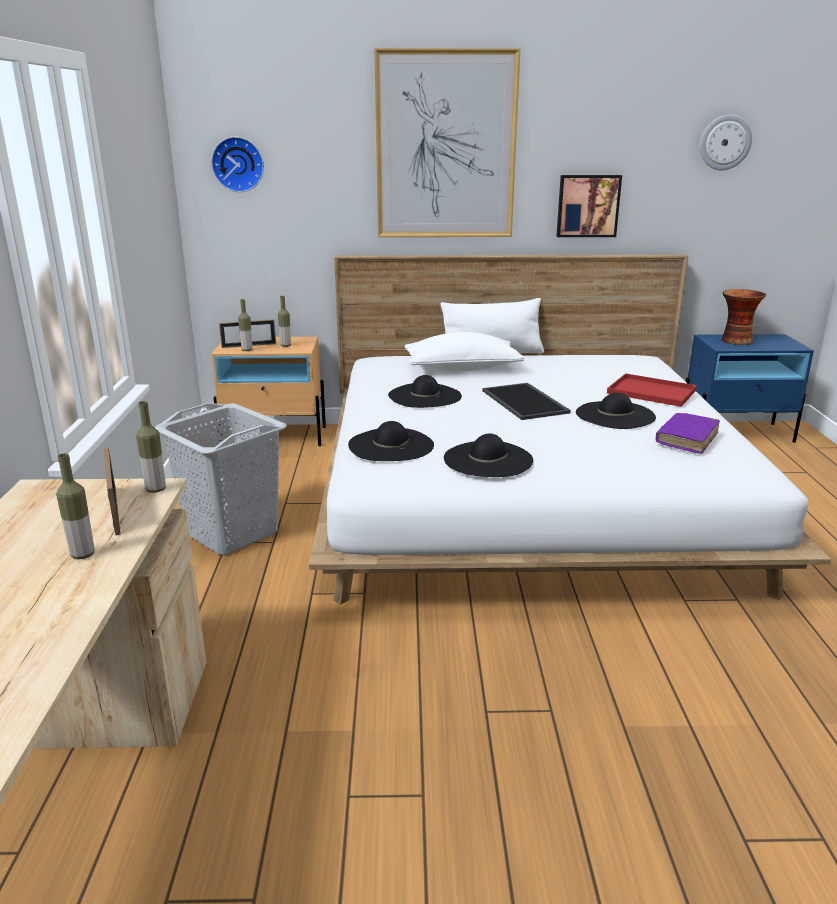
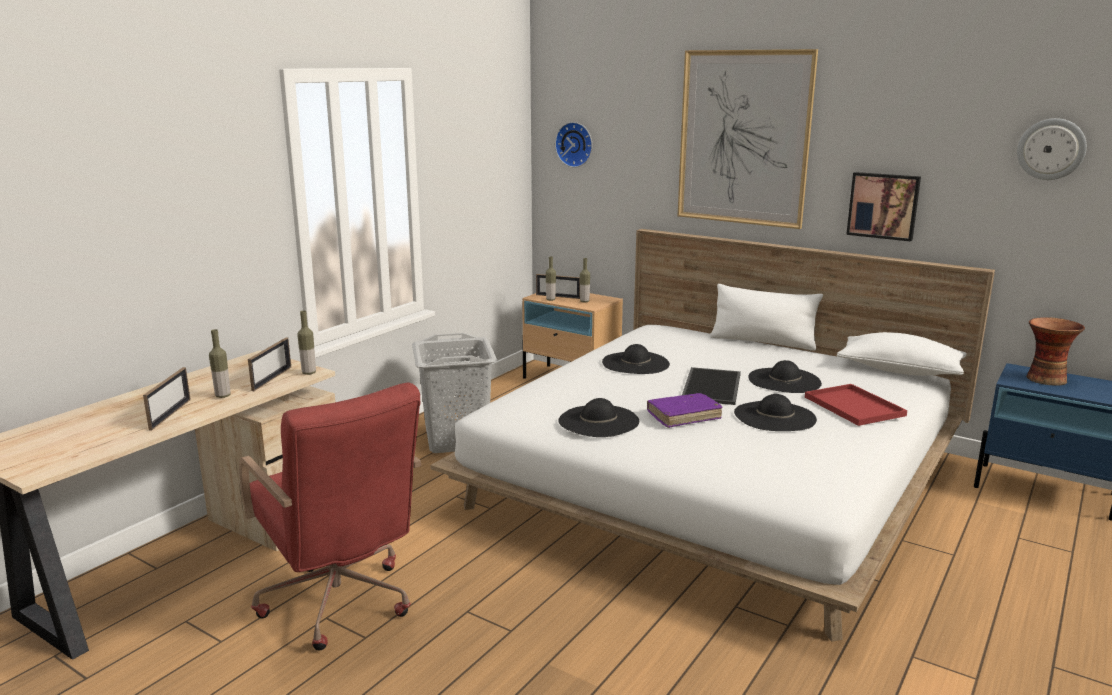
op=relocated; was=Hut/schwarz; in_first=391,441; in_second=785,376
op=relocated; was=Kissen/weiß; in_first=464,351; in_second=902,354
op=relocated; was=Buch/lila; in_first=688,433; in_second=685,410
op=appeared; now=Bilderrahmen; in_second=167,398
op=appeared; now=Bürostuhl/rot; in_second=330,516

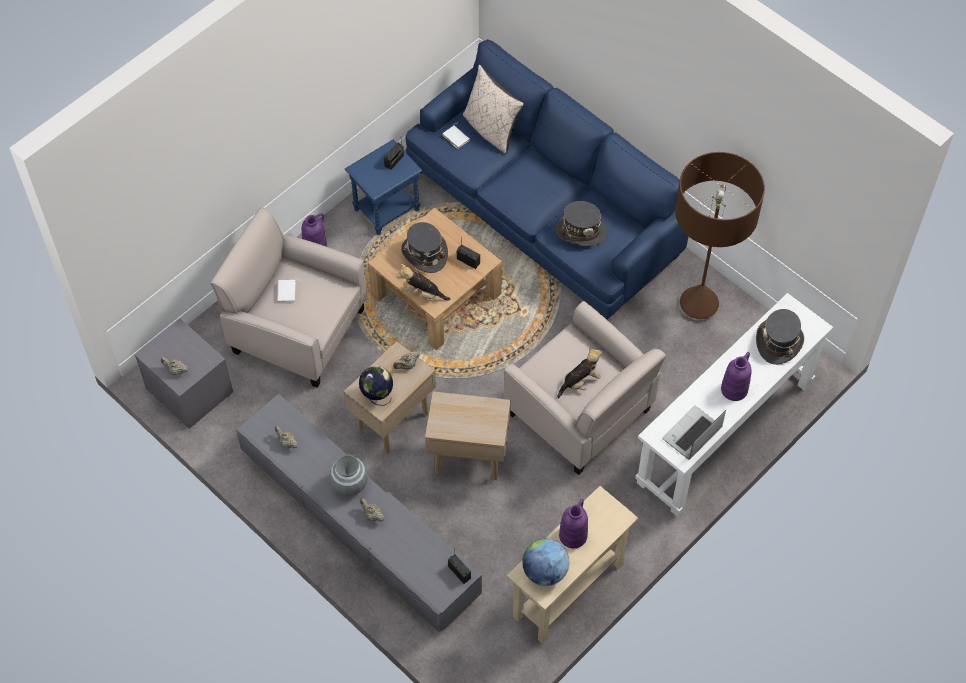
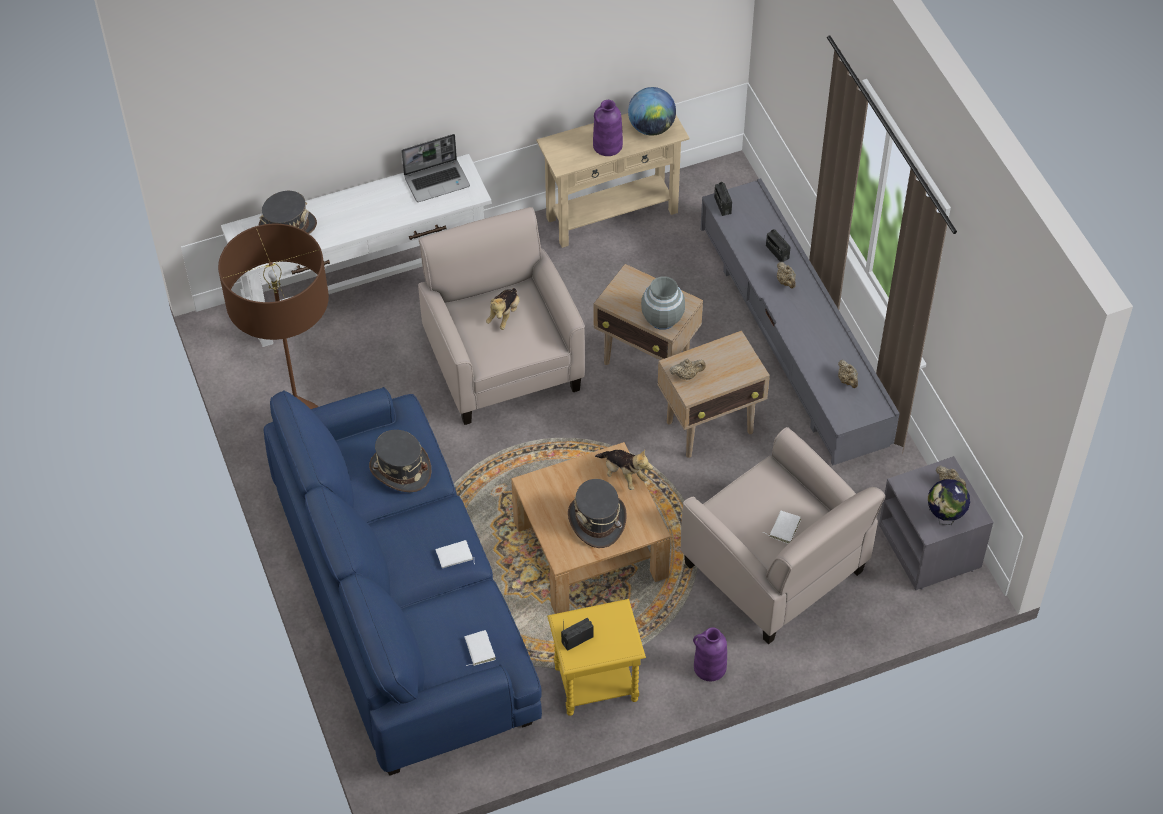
op=relocated; was=Vase/grau; in_first=349,475; in_second=663,302
op=colour; was=Beistelltisch/blau; now=Beistelltisch/gelb; in_first=384,187; in_second=596,657
op=relocated; was=Globus; in_first=376,386; in_second=949,502
op=relocated; was=Radio; in_first=468,252; in_second=778,245
op=missing; was=Kissen/beige; in_first=493,109
op=spun; was=Plüschtier; in_first=579,373; in_second=503,309; clockwise=-60
op=missing; was=Vase/lila; in_first=736,376
op=appeared; now=Buch/weiß; in_second=455,554

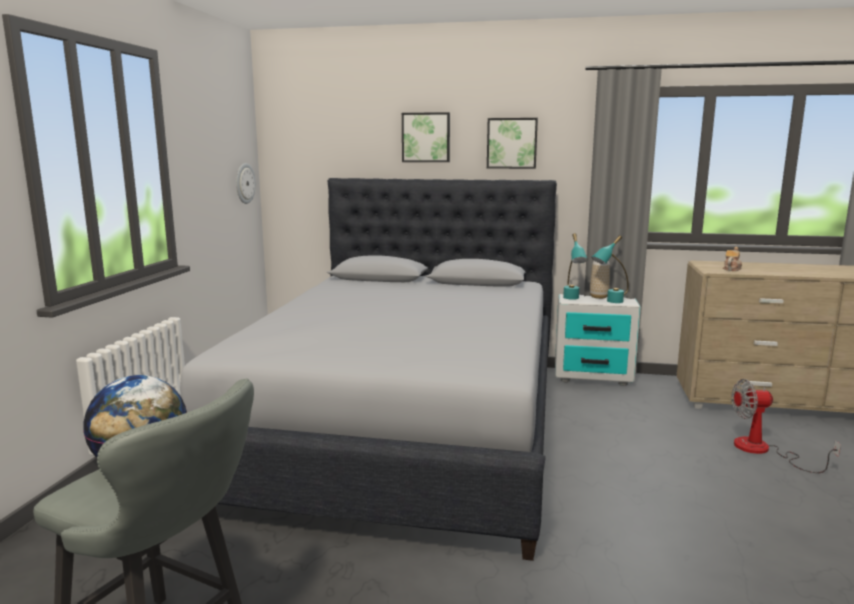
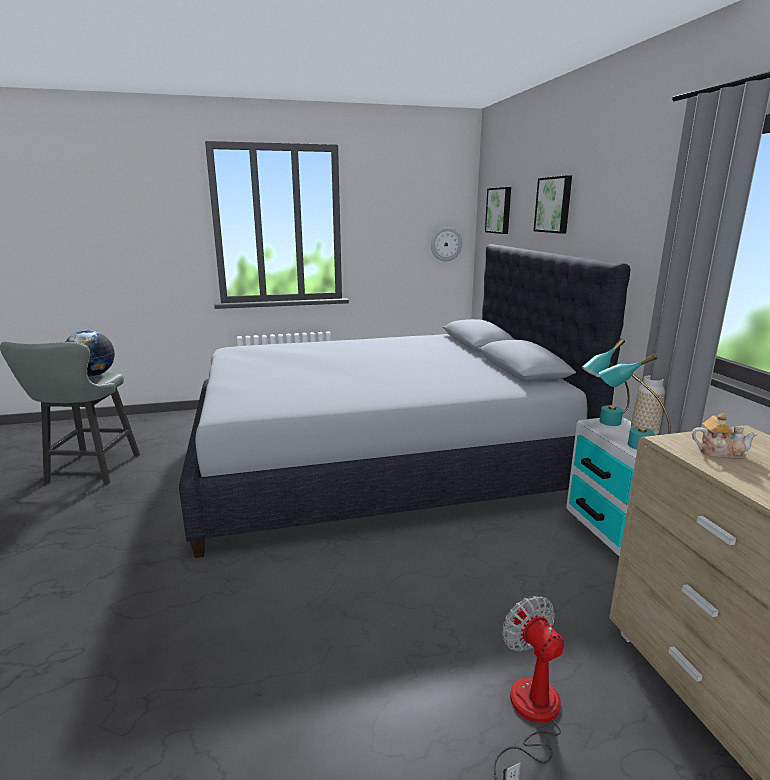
op=relocated; was=Bild; in_first=512,143; in_second=498,210

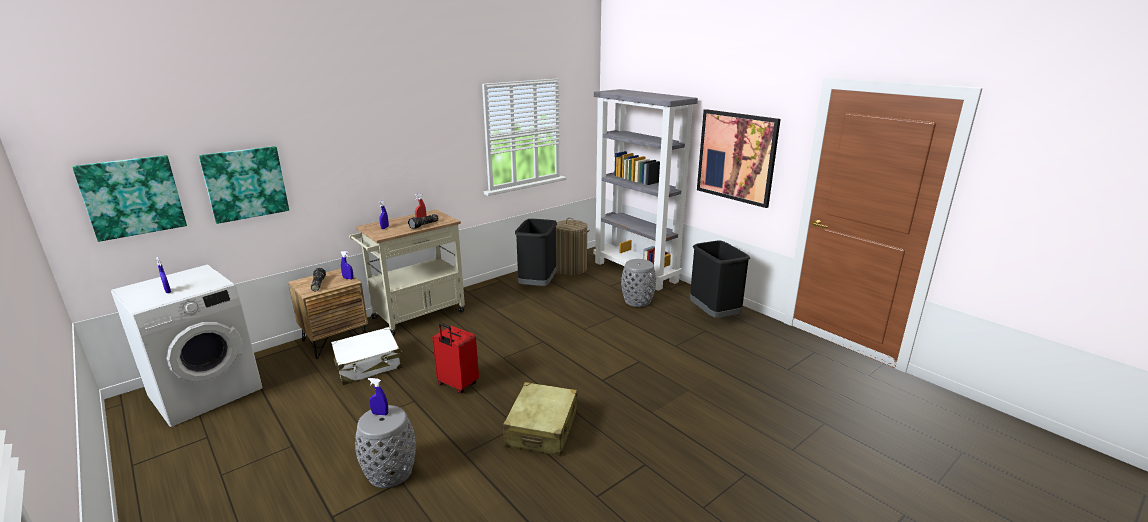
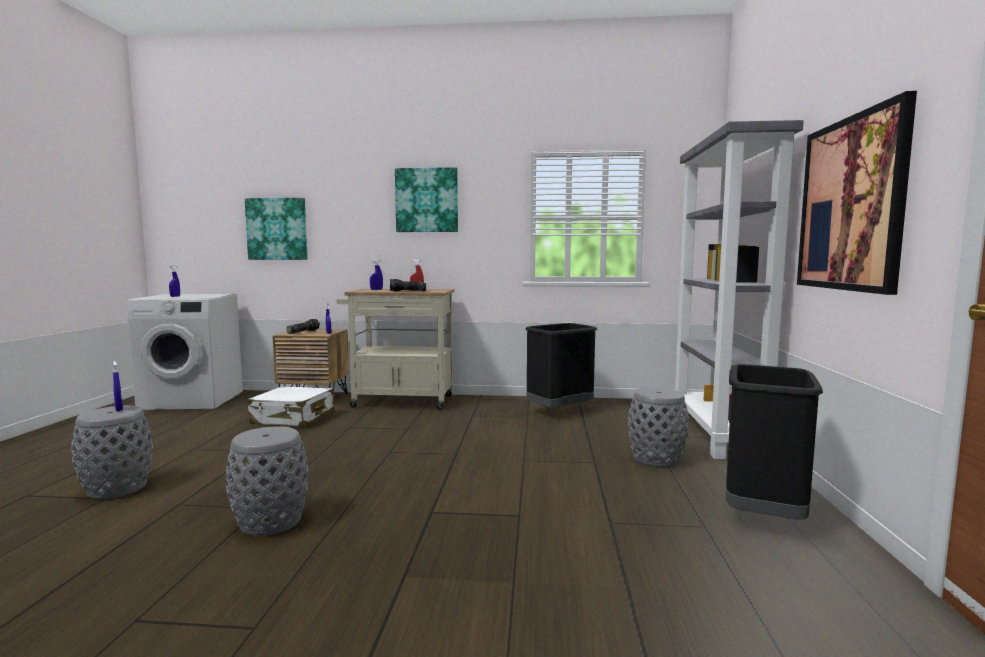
op=relocated; was=Bild; in_first=129,198; in_second=426,199
op=missing; was=Koffer/rot; in_first=455,358
op=exchanged; was=Koffer/beige; now=Hocker/grau; in_first=540,419; in_second=267,481
op=missing; was=Wäschekorb; in_first=573,247

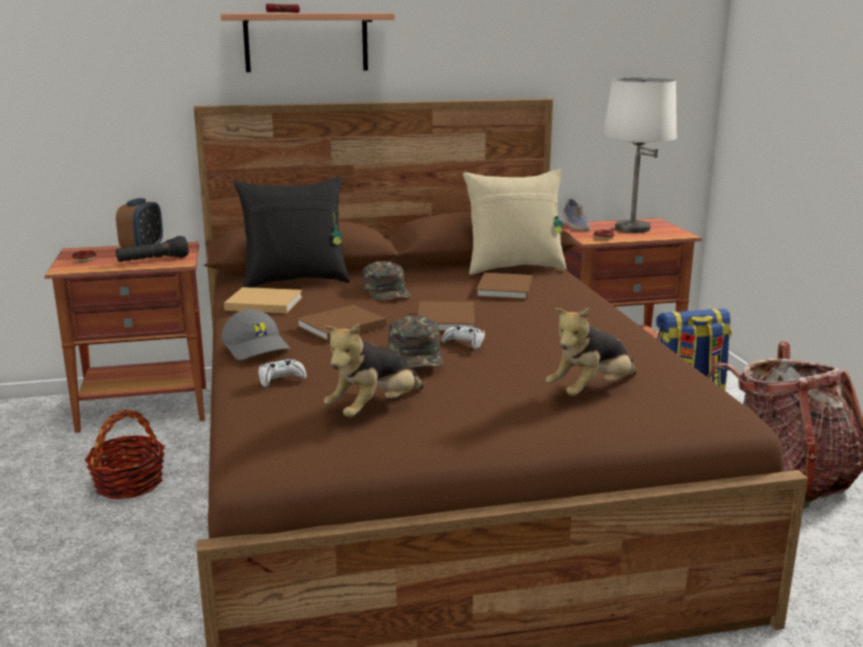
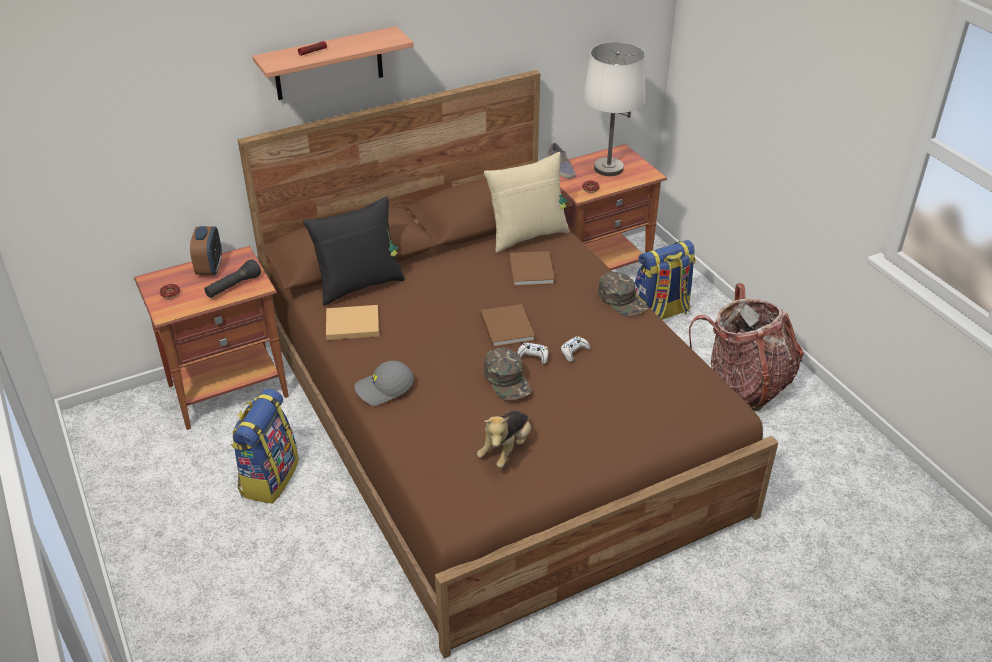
op=exchanged; was=Korb; now=Rucksack; in_first=125,454; in_second=265,446
op=spun; was=Kappe/grau; in_first=256,334; in_second=384,383; clockwise=120
op=relocated; was=Gamepad/weiß; in_first=282,373; in_second=575,349
op=missing; was=Buch/braun; in_first=341,323
op=relocated; was=Kappe/grün; in_first=386,281; in_second=623,294
op=missing; was=Plüschtier; in_first=591,351

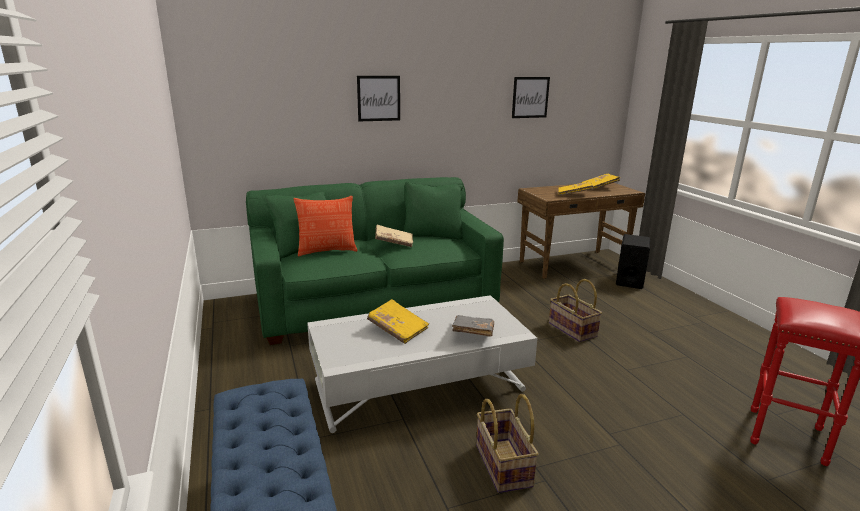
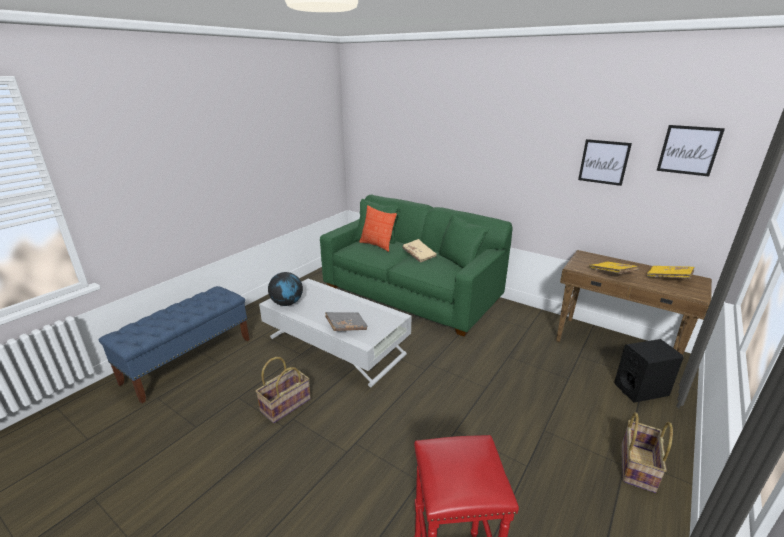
op=relocated; was=Bild; in_first=378,98; in_second=691,151
op=missing; was=Buch/gelb; in_first=398,321
op=relocated; was=Korb; in_first=575,310; in_second=647,452
op=appeared; now=Globus; in_second=285,289

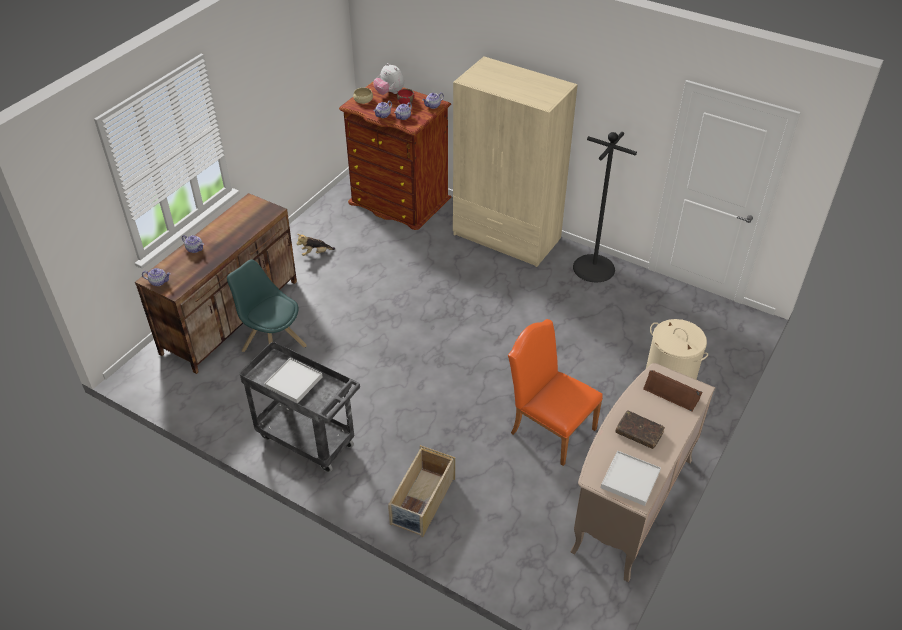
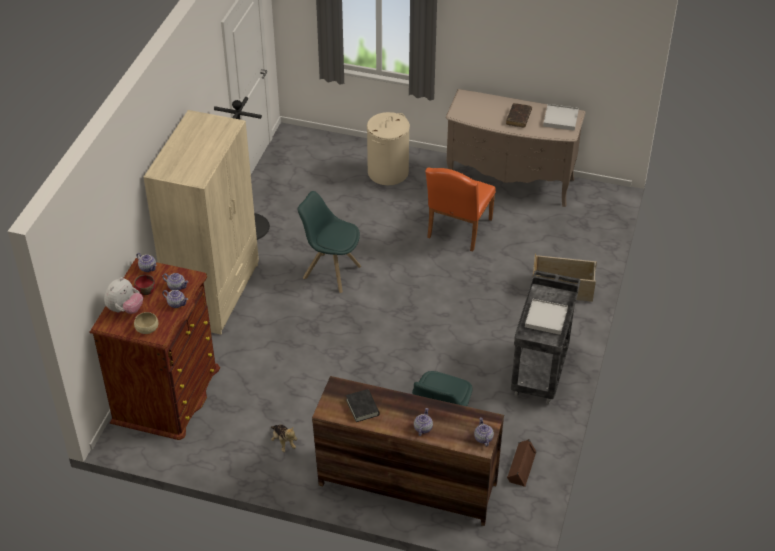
op=relocated; was=Lautsprecher/braun; in_first=672,391; in_second=521,463
op=appeared; now=Stuhl/türkis; in_second=329,242
op=appeared; now=Buch/schwarz; in_second=362,405

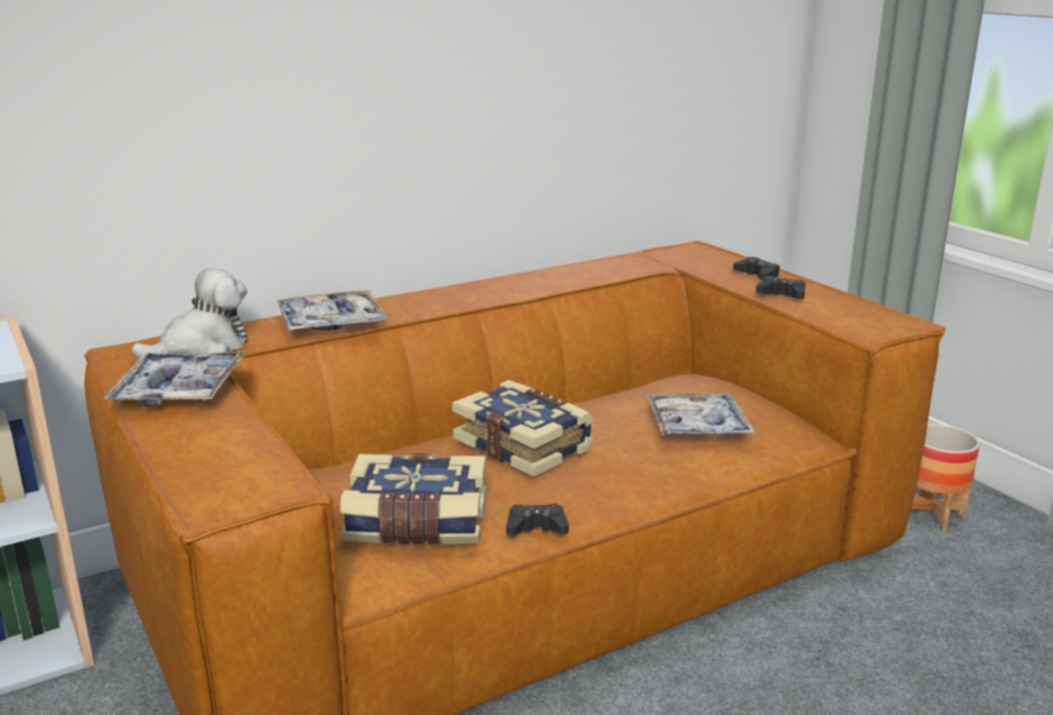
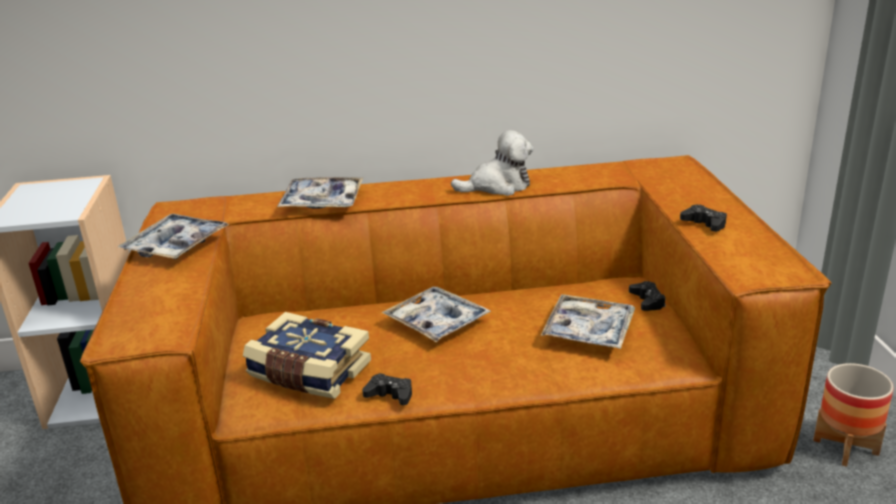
op=relocated; was=Plüschtier; in_first=189,314; in_second=492,163
op=exchanged; was=Buch; now=Tablett; in_first=523,428; in_second=436,314
op=relocated; was=Gamepad/schwarz; in_first=756,268; in_second=647,296

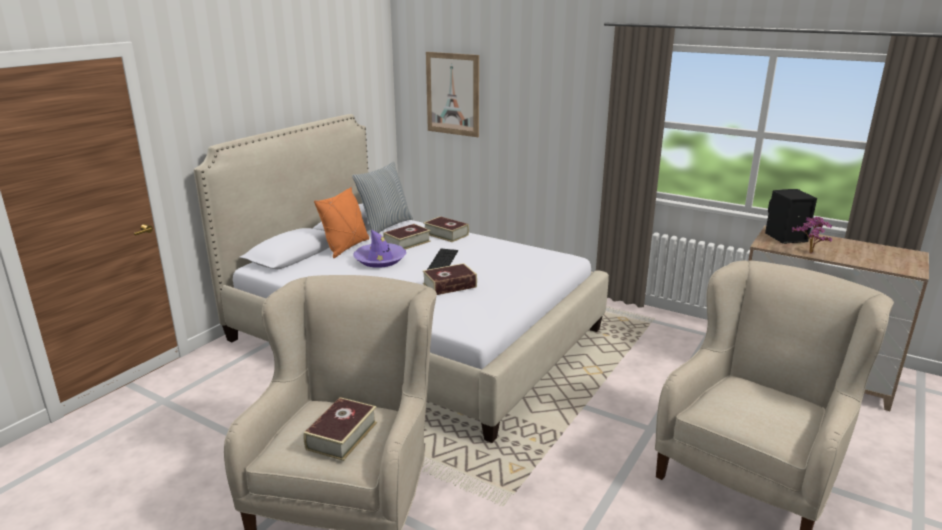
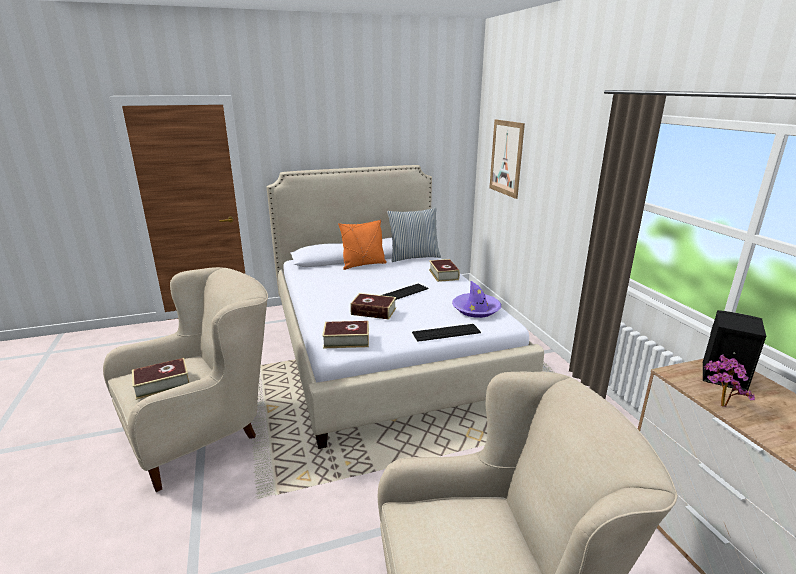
op=relocated; was=Hut/lila; in_first=379,249; in_second=476,299
op=relocated; was=Buch; in_first=407,237; in_second=345,334
op=appeared; now=Tastatur; in_second=446,333

